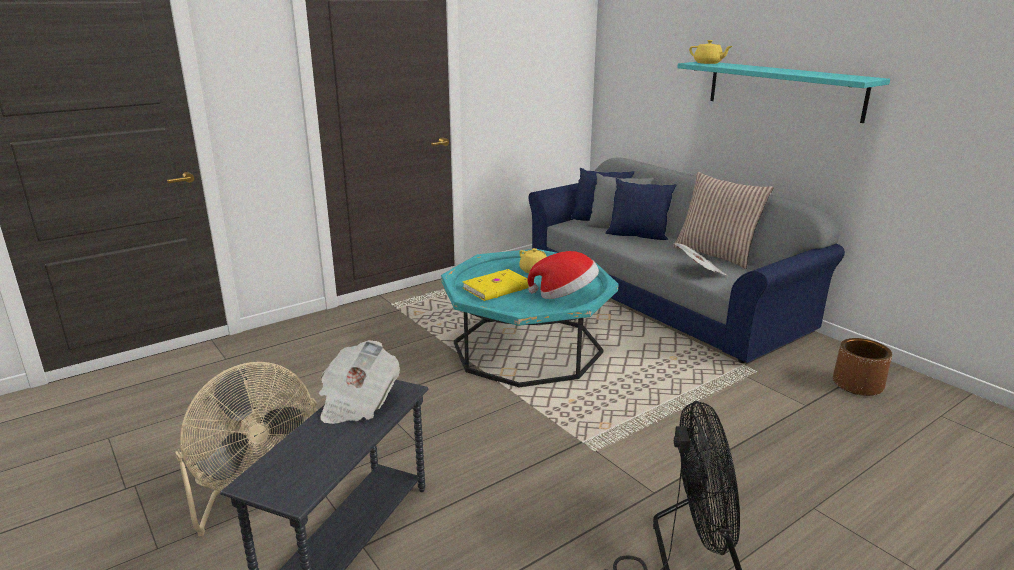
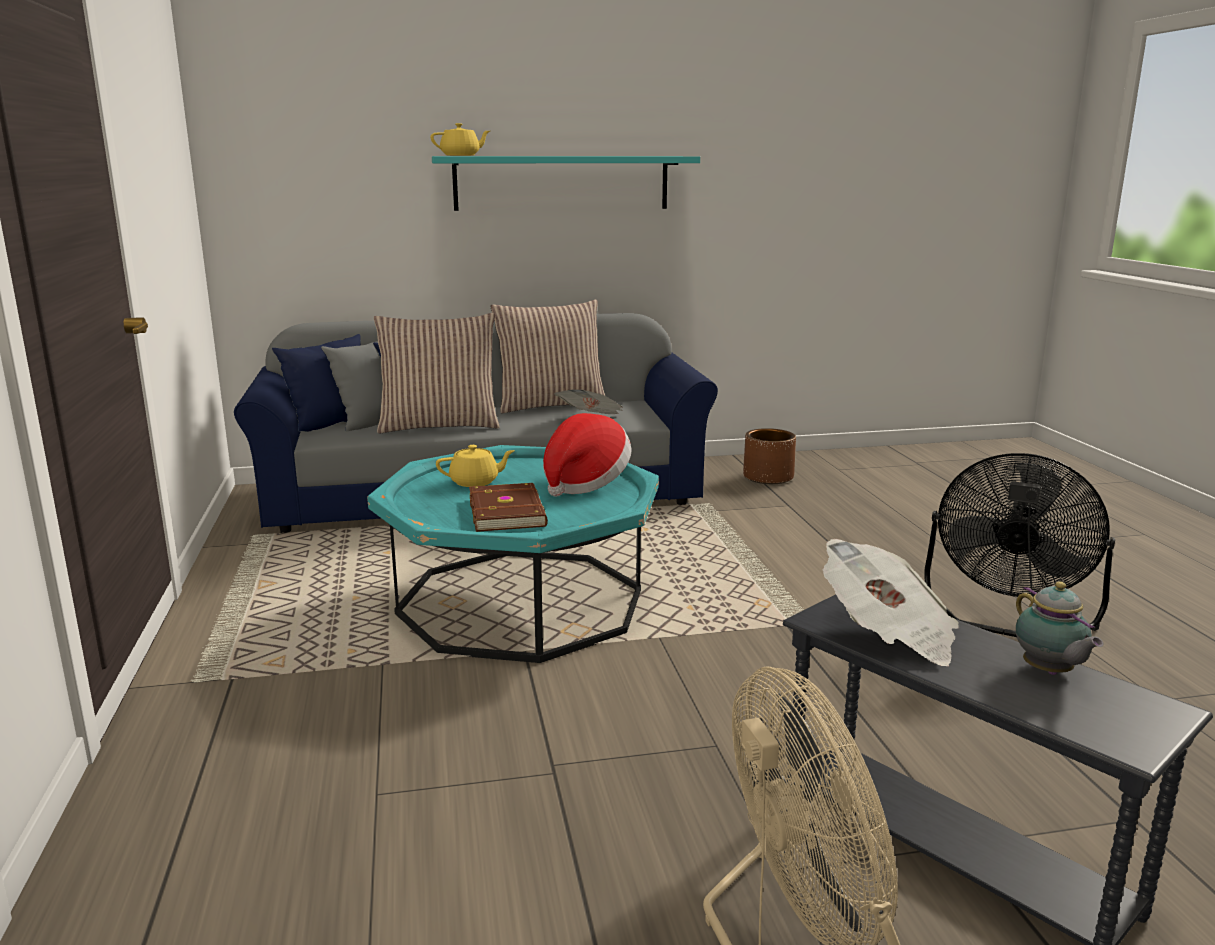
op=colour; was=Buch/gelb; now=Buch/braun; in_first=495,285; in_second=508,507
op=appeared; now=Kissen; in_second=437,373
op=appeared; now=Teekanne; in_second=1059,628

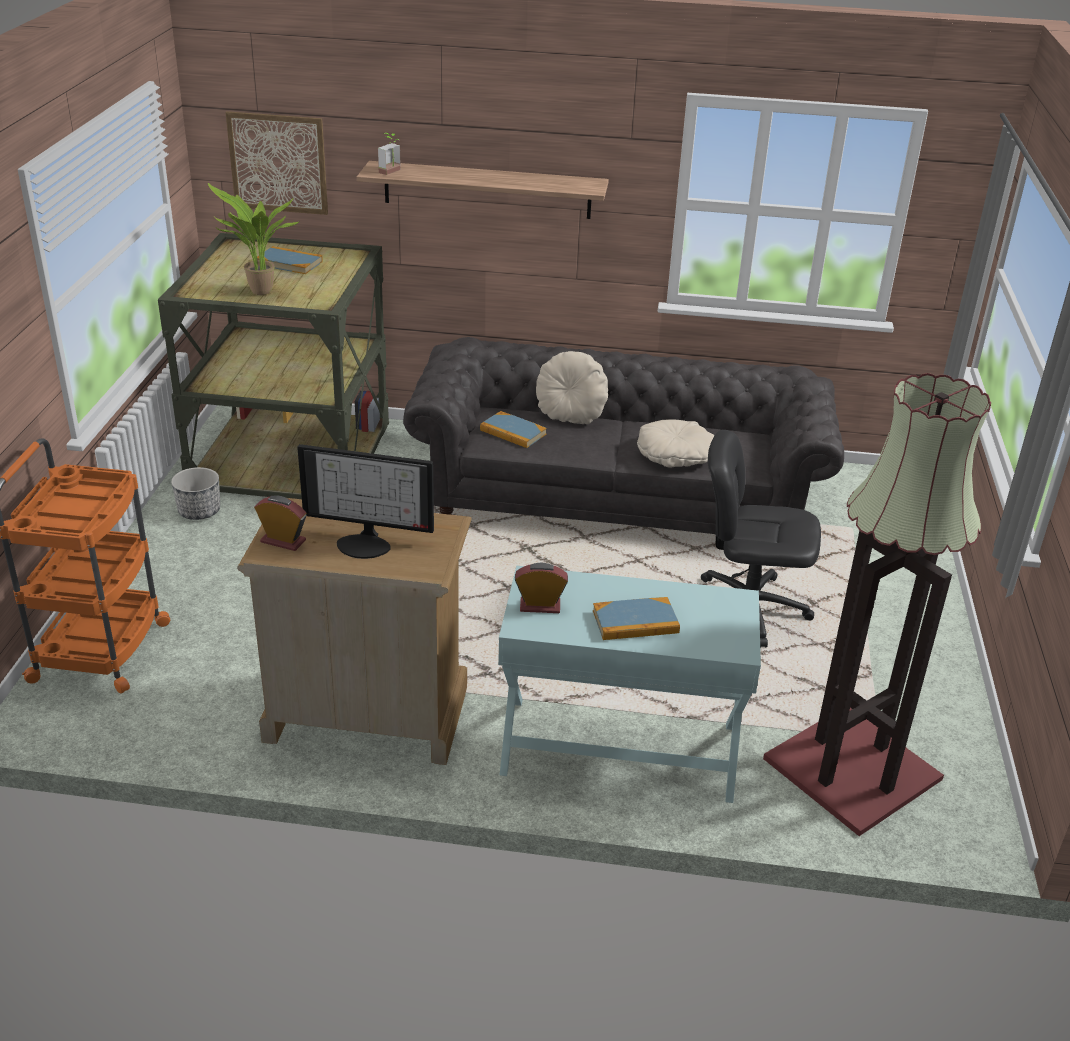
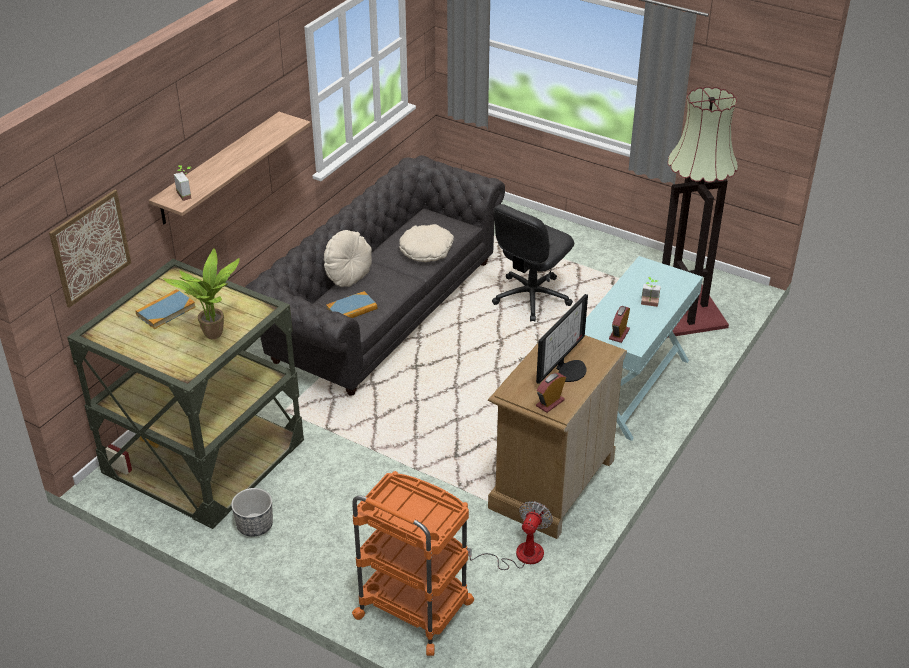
op=exchanged; was=Buch; now=Topfpflanze; in_first=636,618; in_second=651,292
op=appeared; now=Ventilator; in_second=510,535

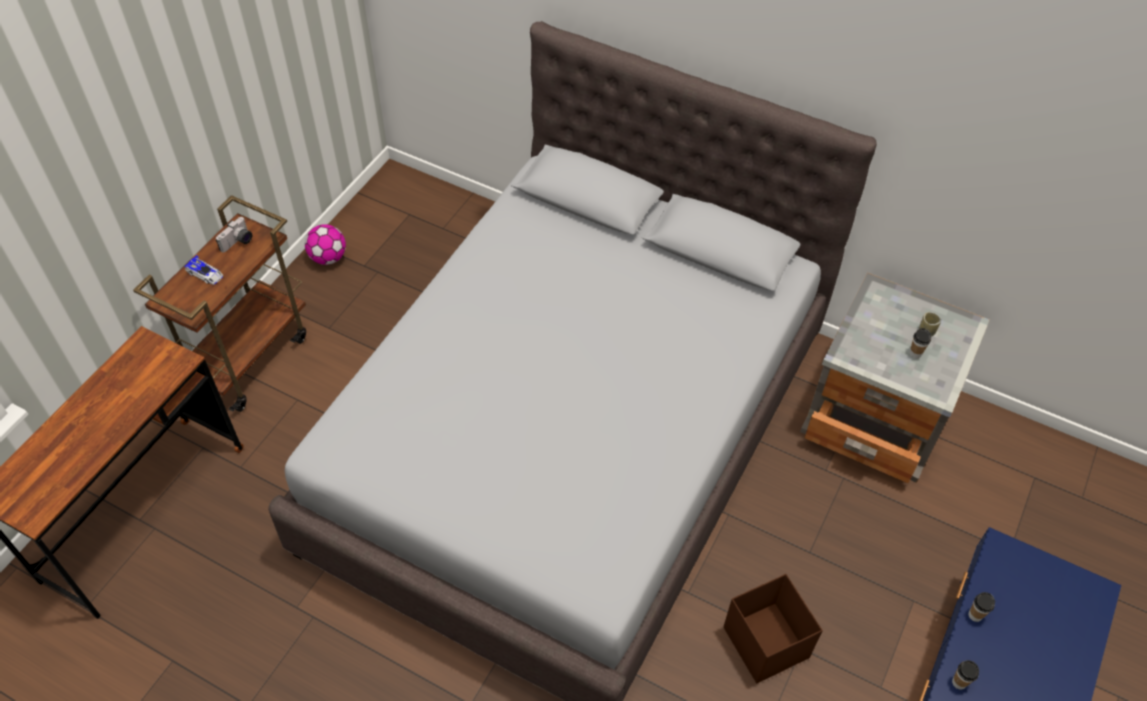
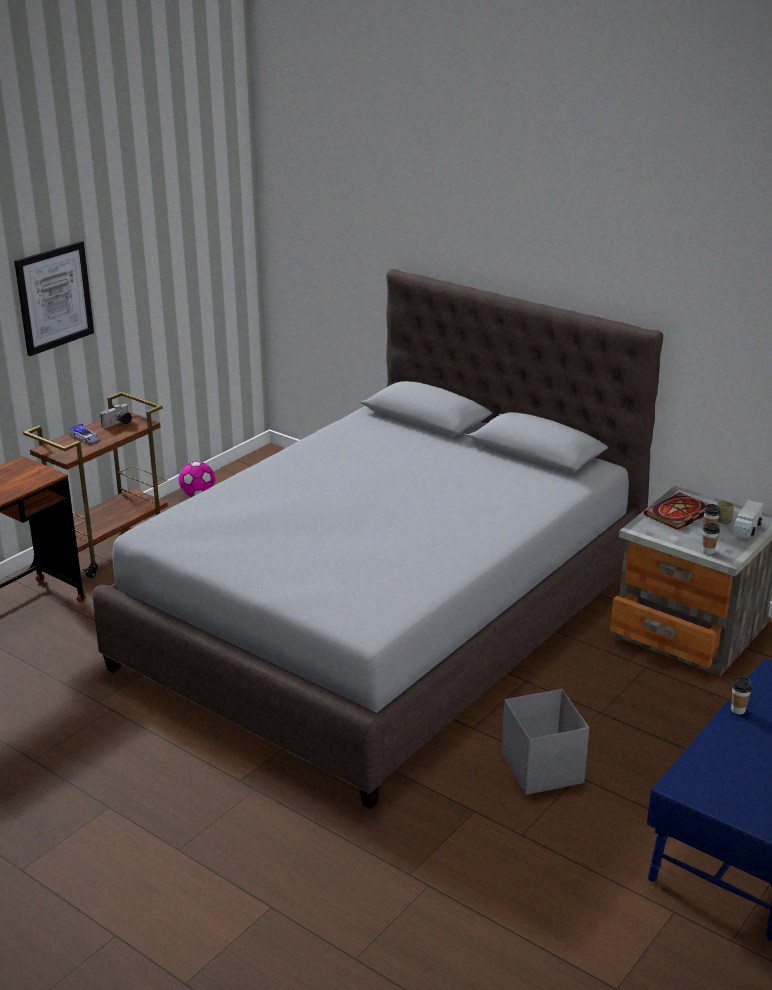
op=colour; was=Aufbewahrungsbox/braun; now=Aufbewahrungsbox/grau; in_first=773,628; in_second=545,742
op=relocated; was=Tasse; in_first=965,675; in_second=711,539
op=appeared; now=Bild; in_second=54,298
op=appeared; now=Buch; in_second=676,511
op=appeared; now=Spielzeuglaster; in_second=748,519

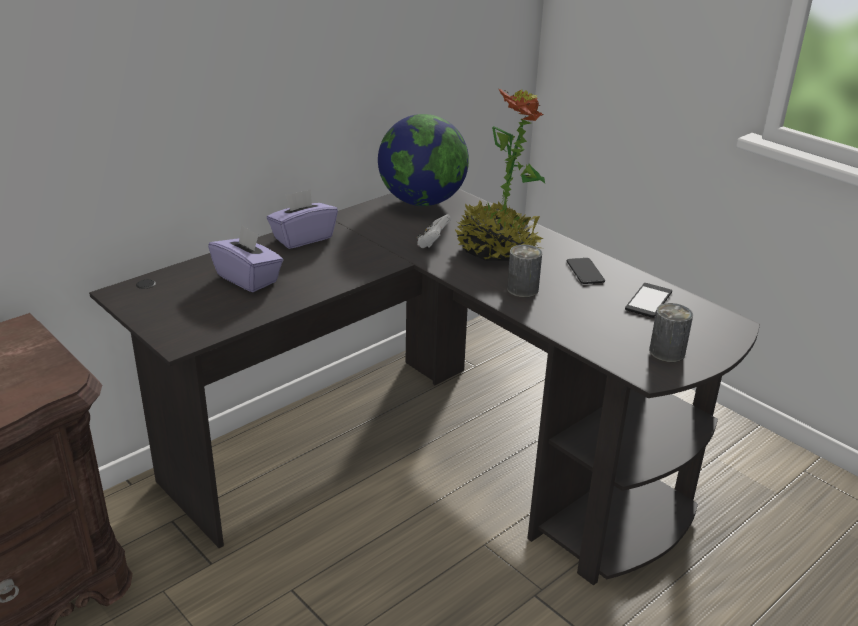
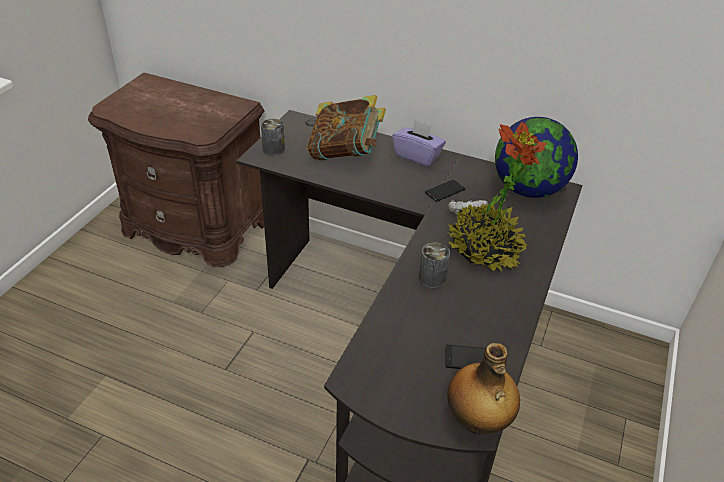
op=exchanged; was=Taschentuchbox/lila; now=Buch; in_first=245,258; in_second=346,127
op=relocated; was=Handy; in_first=585,271; in_second=445,191
op=relocated; was=Dose; in_first=671,332; in_second=273,137
op=appeared; now=Flasche; in_second=483,389

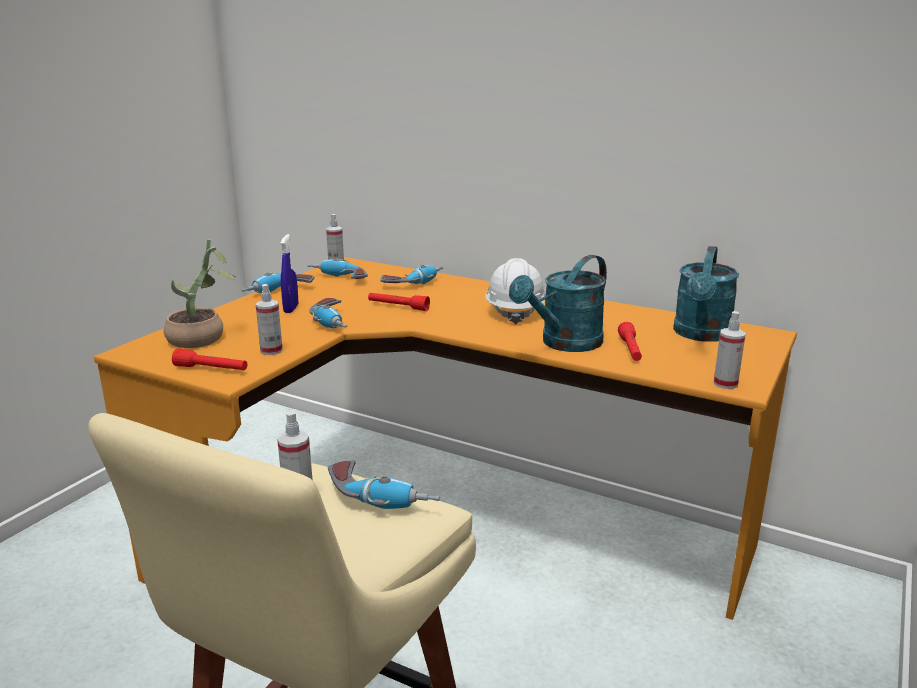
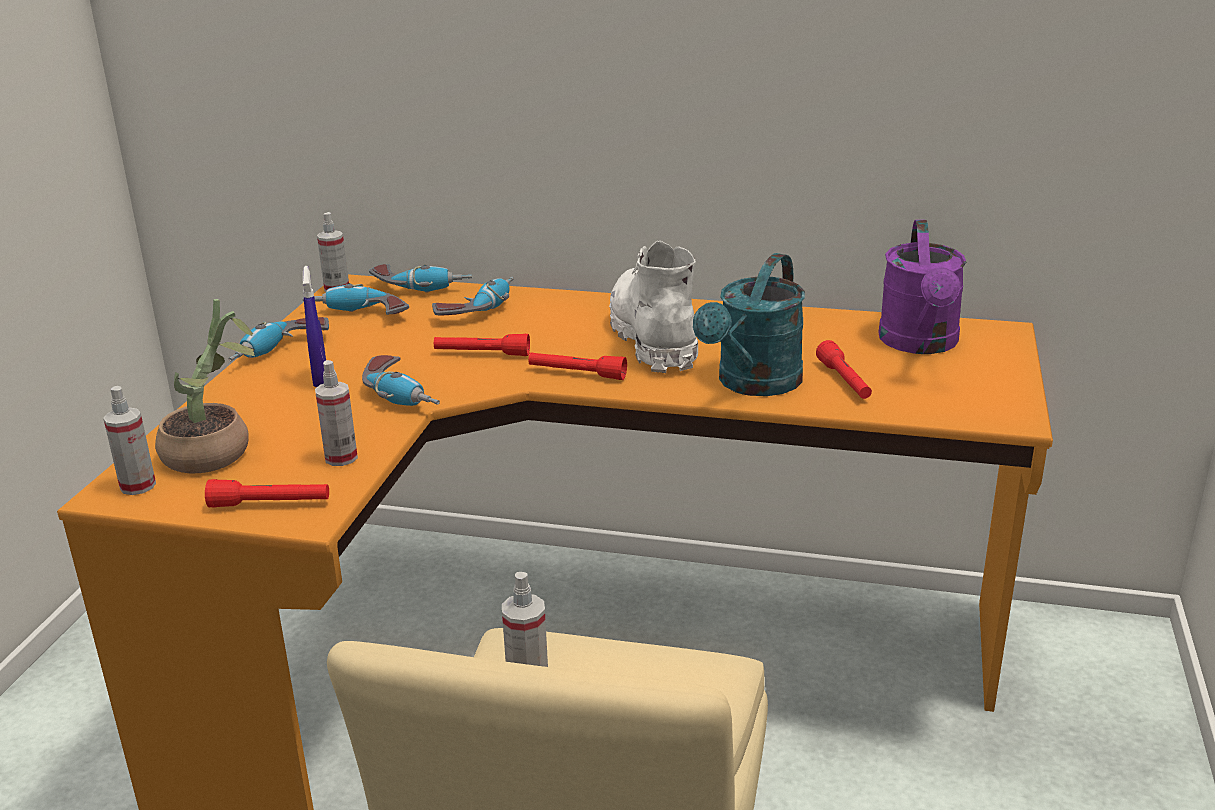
op=relocated; was=Bohrmaschine; in_first=384,484; in_second=420,278
op=exchanged; was=Schutzhelm/weiß; now=Stiefel/weiß; in_first=515,291; in_second=653,307
op=colour; was=Gießkanne/türkis; now=Gießkanne/lila; in_first=706,294; in_second=922,287
op=relocated; was=Sprühflasche; in_first=729,350; in_second=129,440
op=appeared; now=Taschenlampe/rot; in_second=577,366

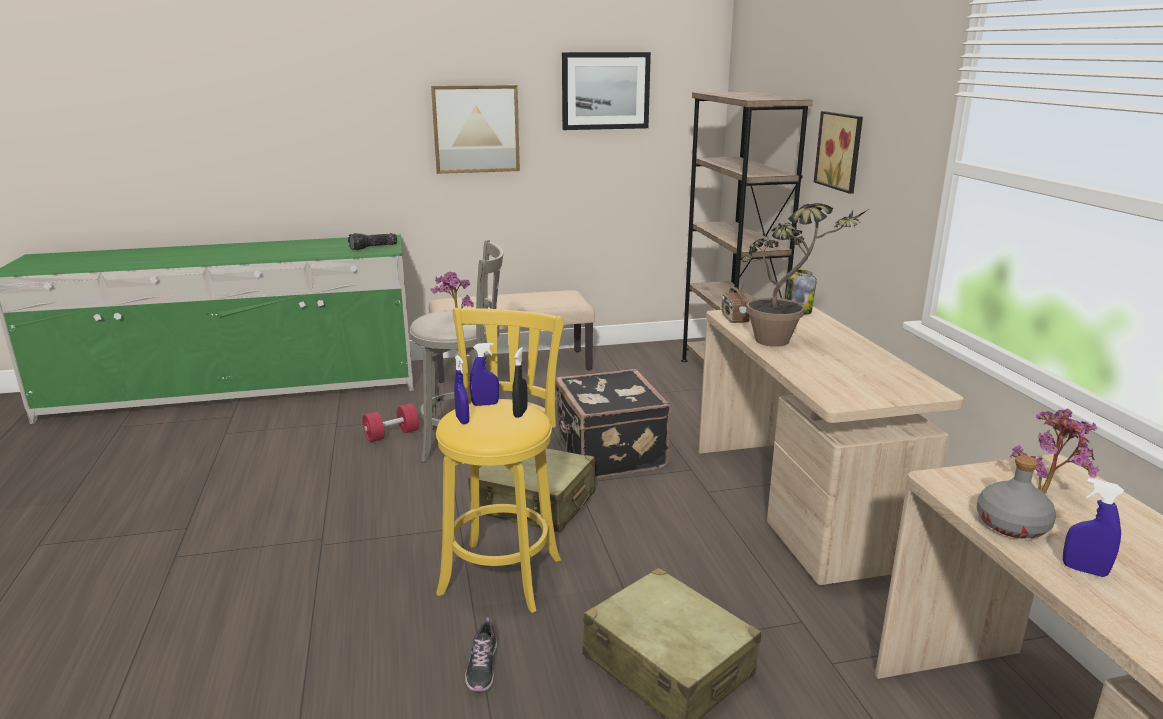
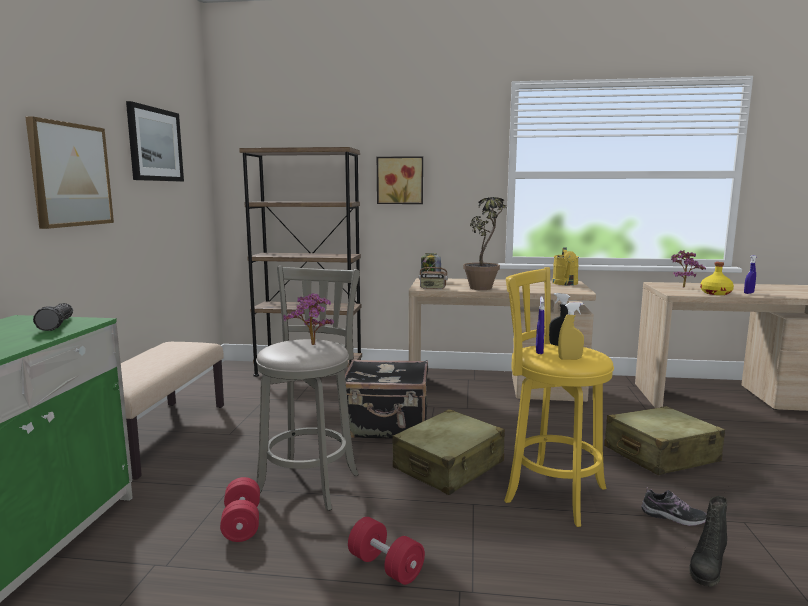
op=colour; was=Sprühflasche/blau; now=Sprühflasche/gelb; in_first=461,389; in_second=571,331
op=colour; was=Flasche/grau; now=Flasche/gelb; in_first=1016,496; in_second=717,278
op=appeared; now=Hantel/rot; in_second=386,551
op=appeared; now=Gießkanne/gelb; in_second=565,266
op=appeared; now=Stiefel/schwarz; in_second=708,541

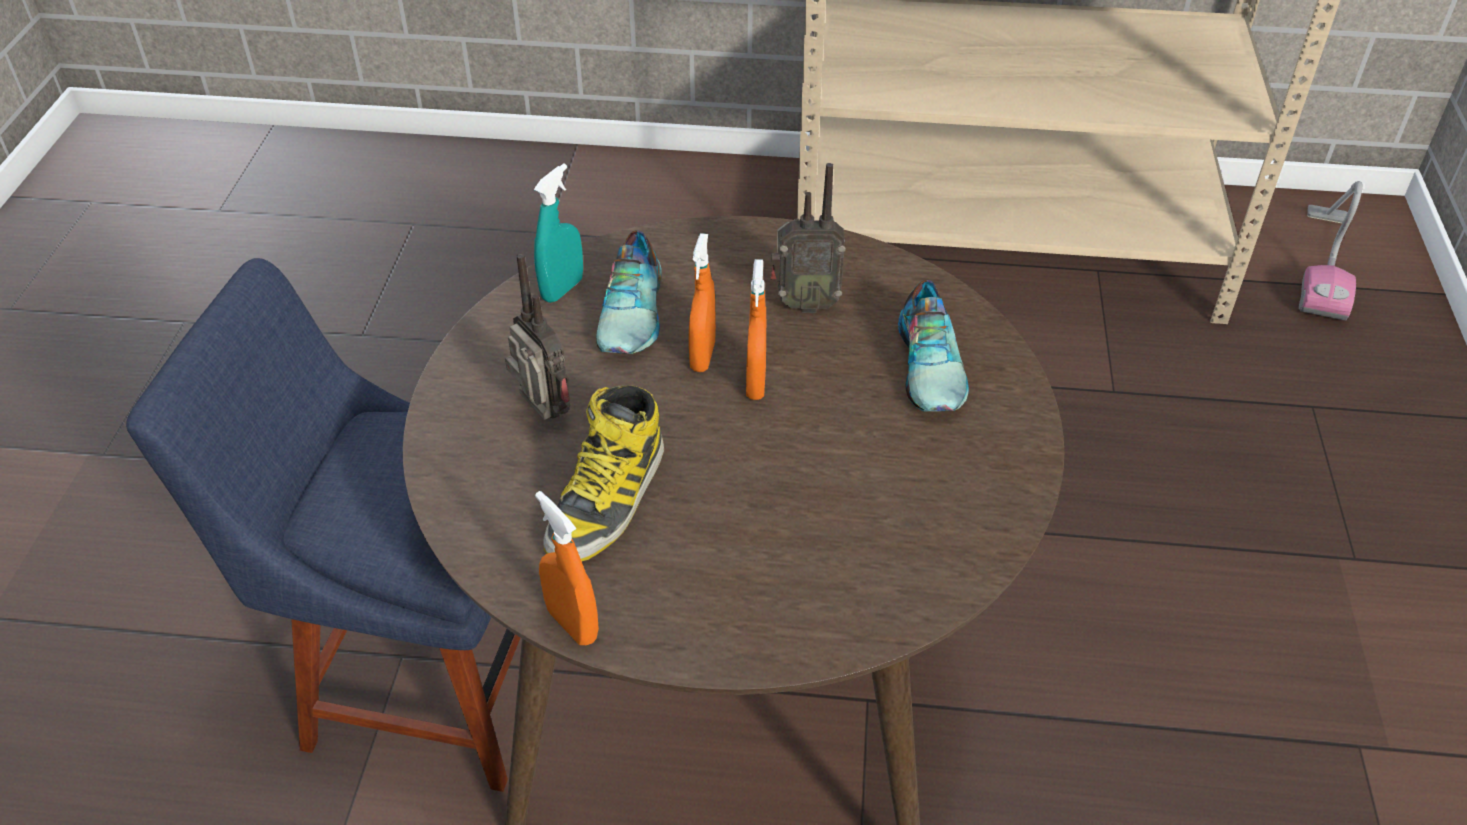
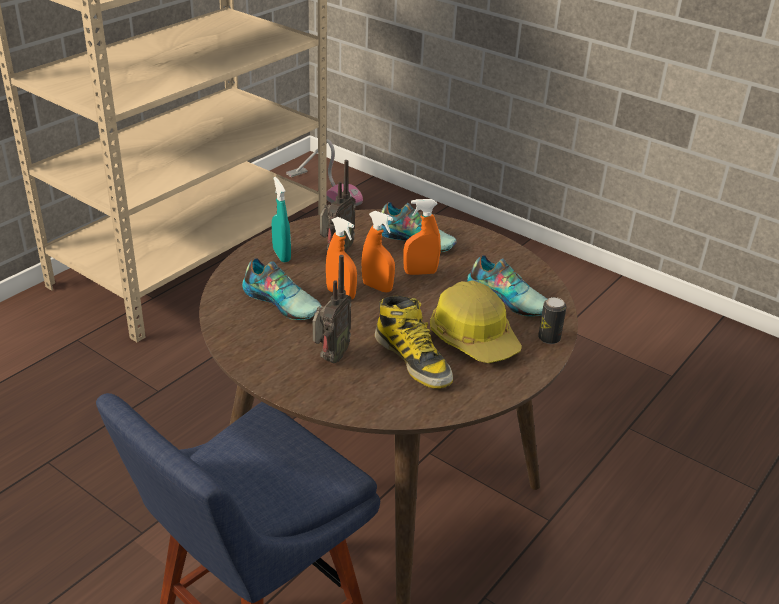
op=spun; was=Radio; in_first=537,337; in_second=332,309; clockwise=120
op=relocated; was=Sprühflasche/türkis; in_first=558,233; in_second=281,219
op=relocated; was=Sprühflasche/orange; in_first=567,568; in_second=422,237
op=appeared; now=Schutzhelm; in_second=476,321
op=appeared; now=Schuh; in_second=507,285
op=appeared; now=Dose; in_second=552,320

